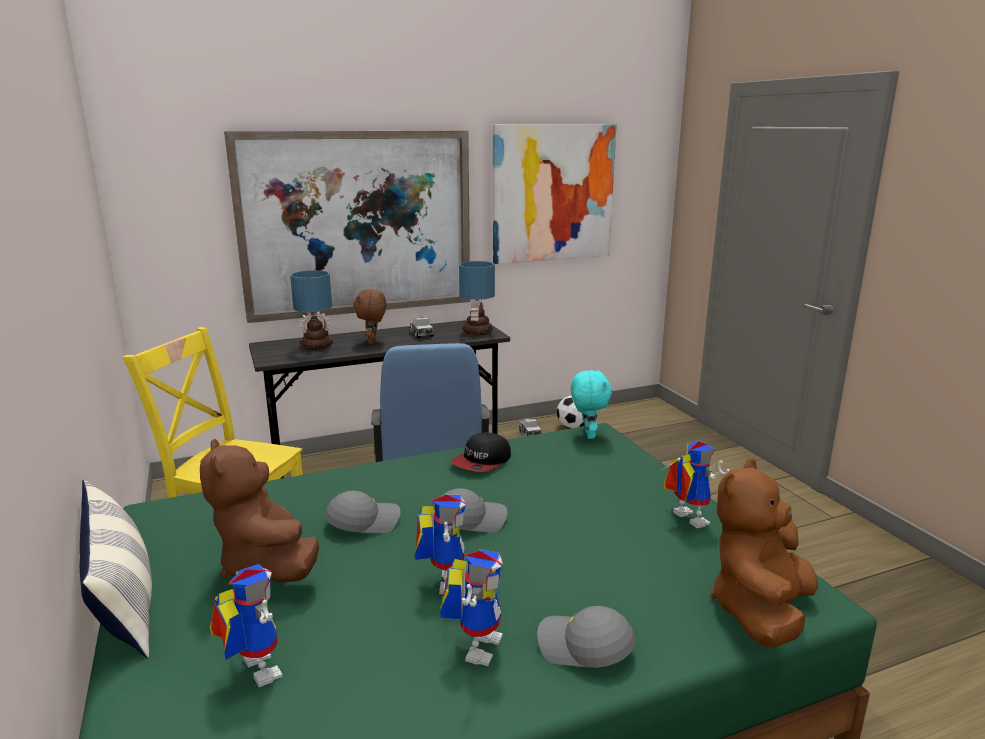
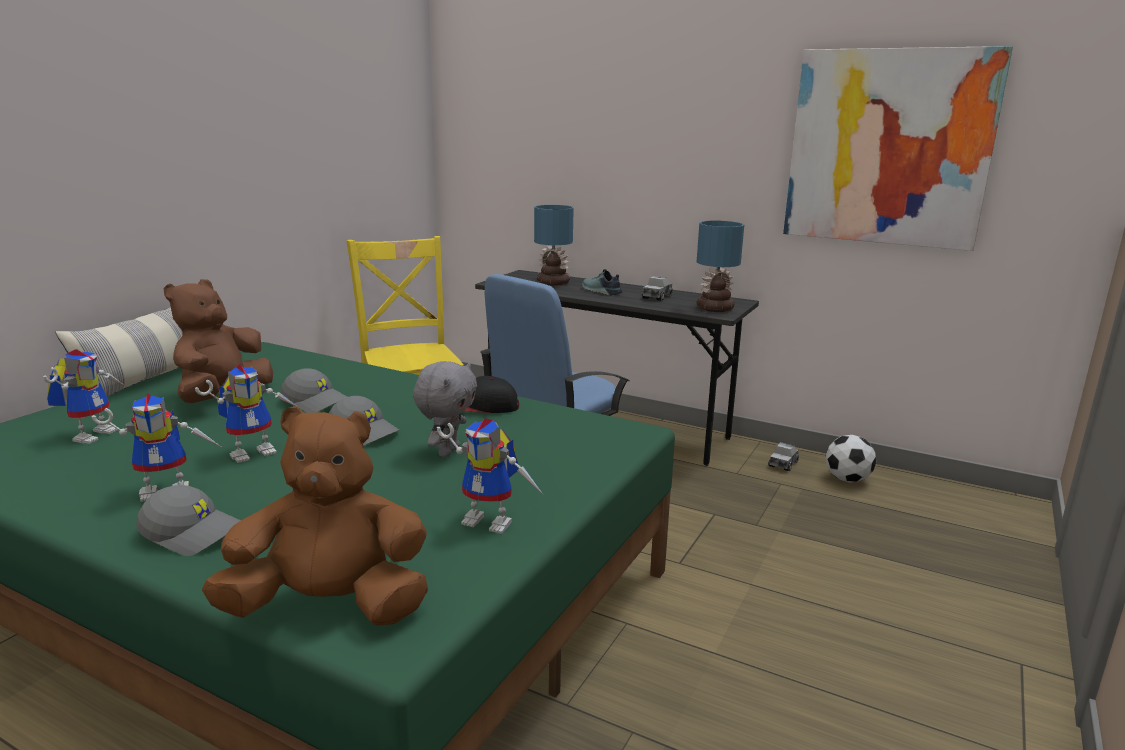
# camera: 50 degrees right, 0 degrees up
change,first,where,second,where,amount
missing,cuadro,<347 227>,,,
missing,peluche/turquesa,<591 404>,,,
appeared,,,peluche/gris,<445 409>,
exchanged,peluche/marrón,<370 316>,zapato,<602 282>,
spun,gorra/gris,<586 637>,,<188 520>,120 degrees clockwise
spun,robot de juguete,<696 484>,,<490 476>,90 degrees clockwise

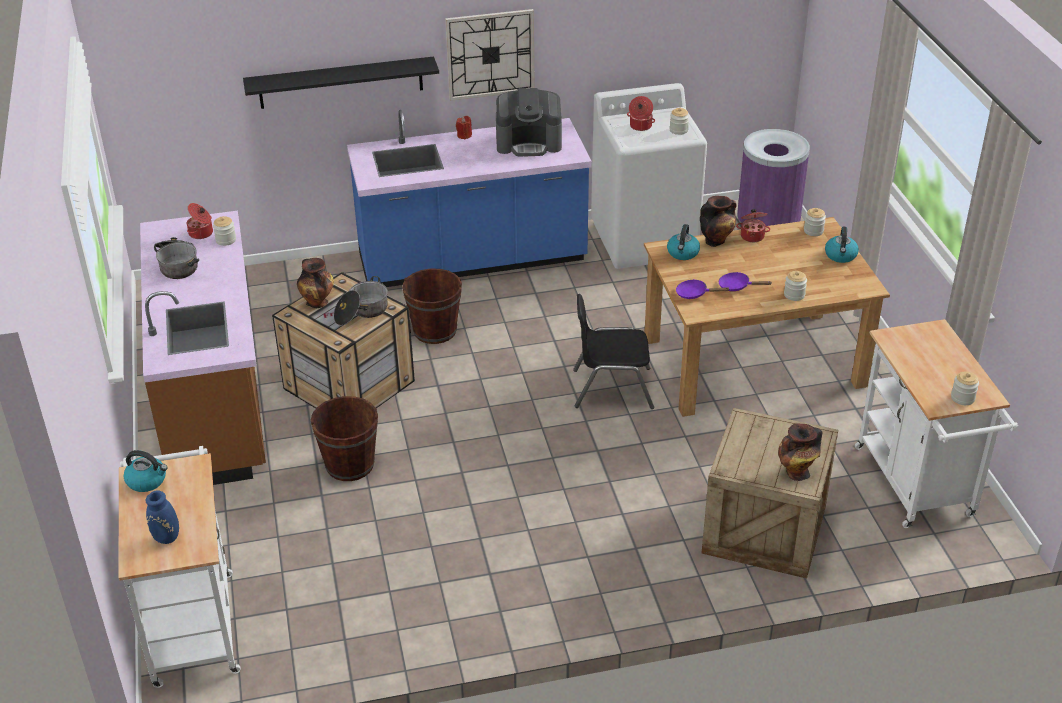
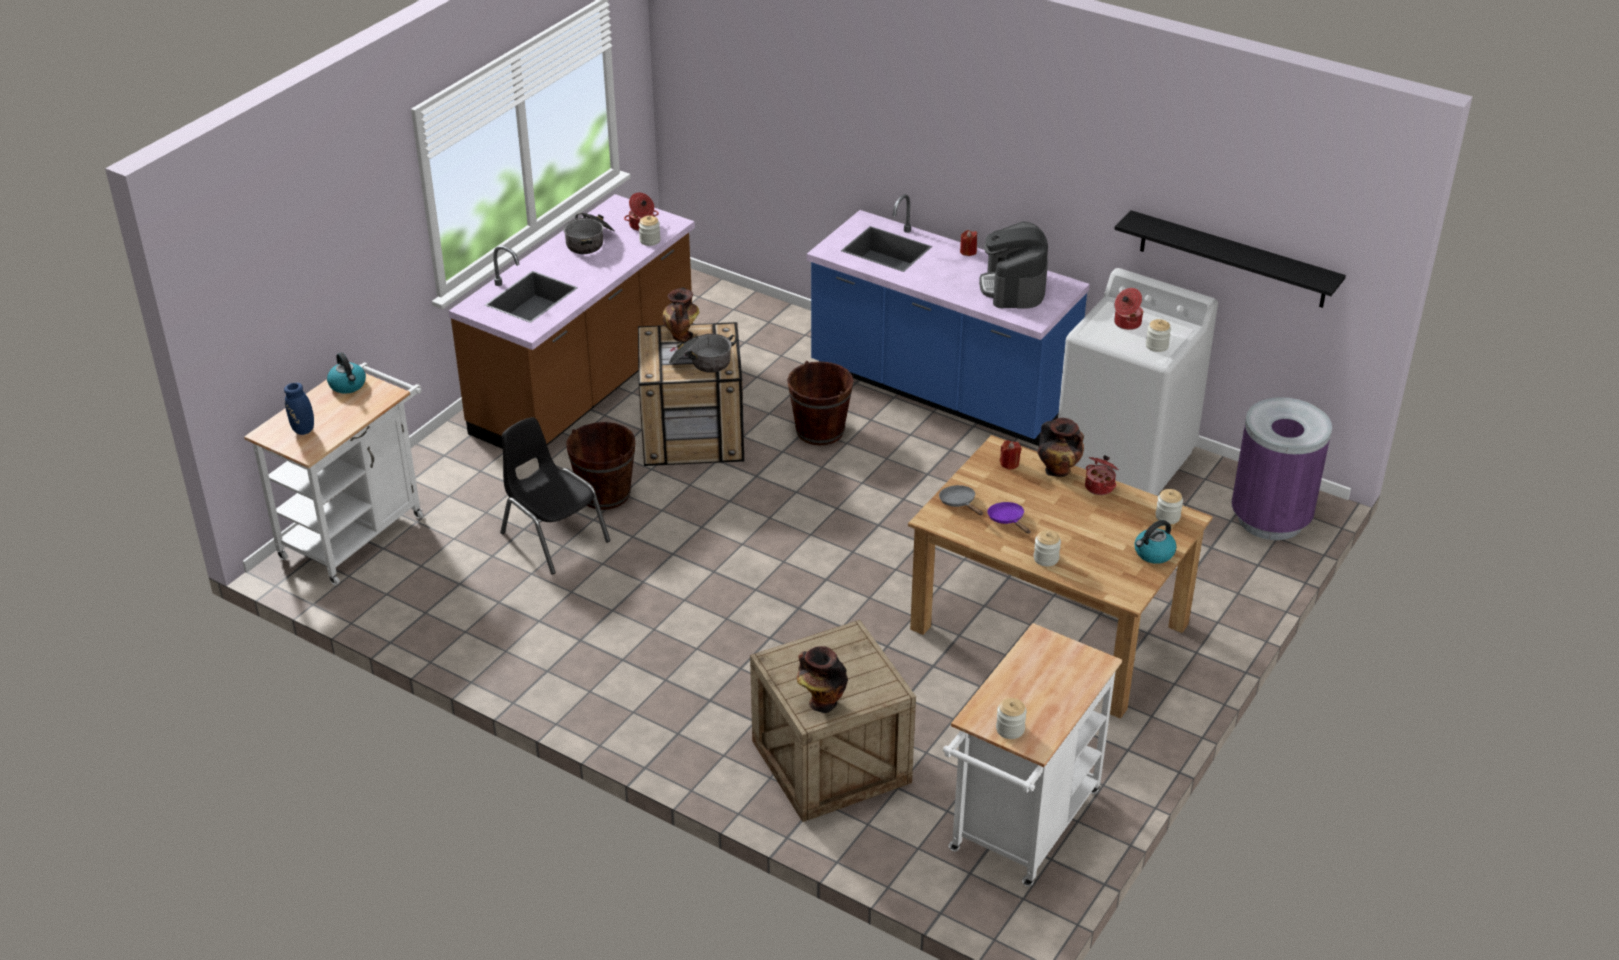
# camera: 45 degrees right, 0 degrees up
change,first,where,second,where,amount
missing,reloj de pared,<490 55>,,,
relocated,estante/negro,<341 82>,,<1230 259>,
relocated,silla/negro,<613 351>,,<555 496>,
exchanged,hervidor,<683 242>,vela/rojo,<1010 455>,
colour,sartén/morado,<703 289>,sartén/gris,<961 500>,
spun,cafetera,<529 122>,,<1013 265>,45 degrees clockwise

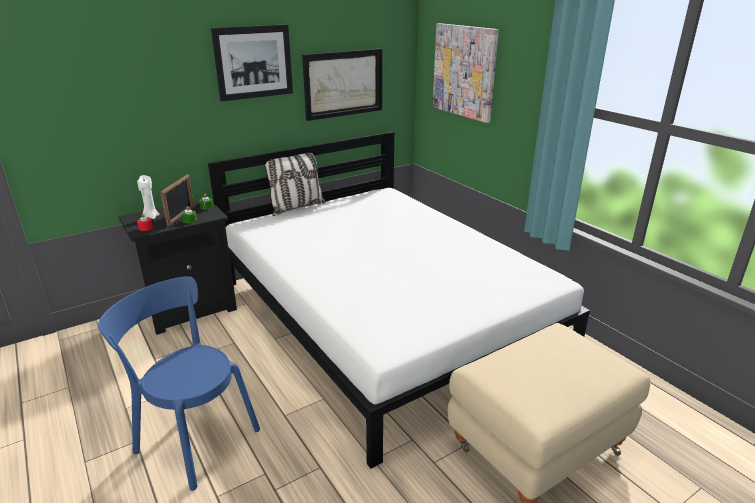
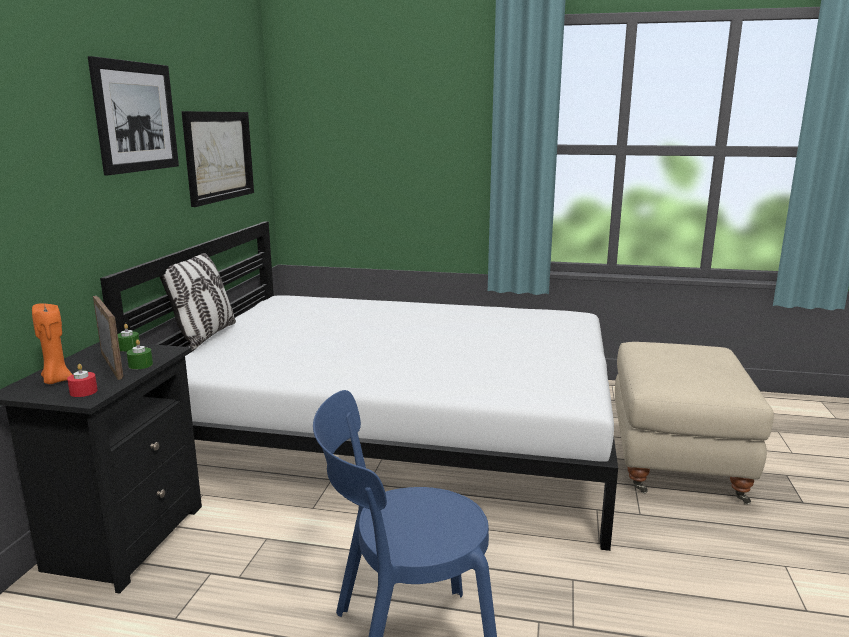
# camera: 45 degrees left, 10 degrees down
change,first,where,second,where,amount
missing,cuadro,<466 73>,,,
colour,vela/blanco,<148 197>,vela/naranja,<52 343>,

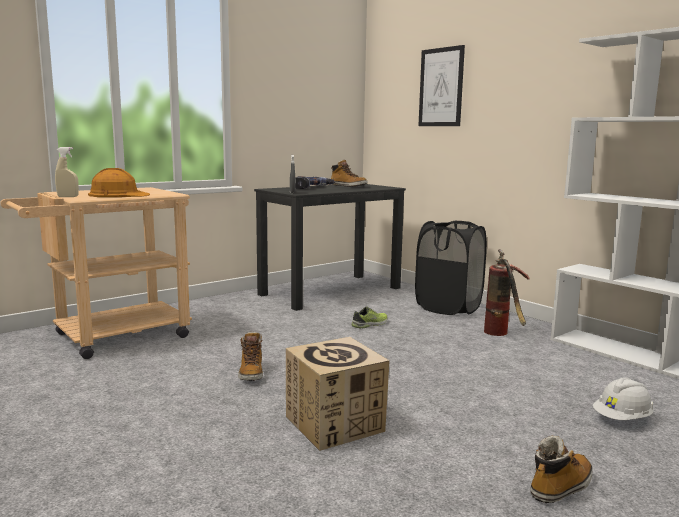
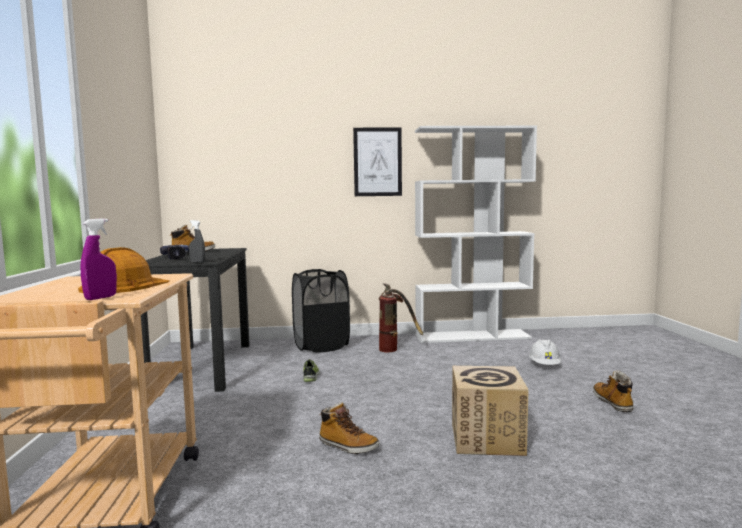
# camera: 55 degrees left, 5 degrees down
change,first,where,second,where,amount
relocated,cuadro,<441 85>,,<377 162>,
colour,pulverizador/beis,<67 172>,pulverizador/morado,<98 259>,

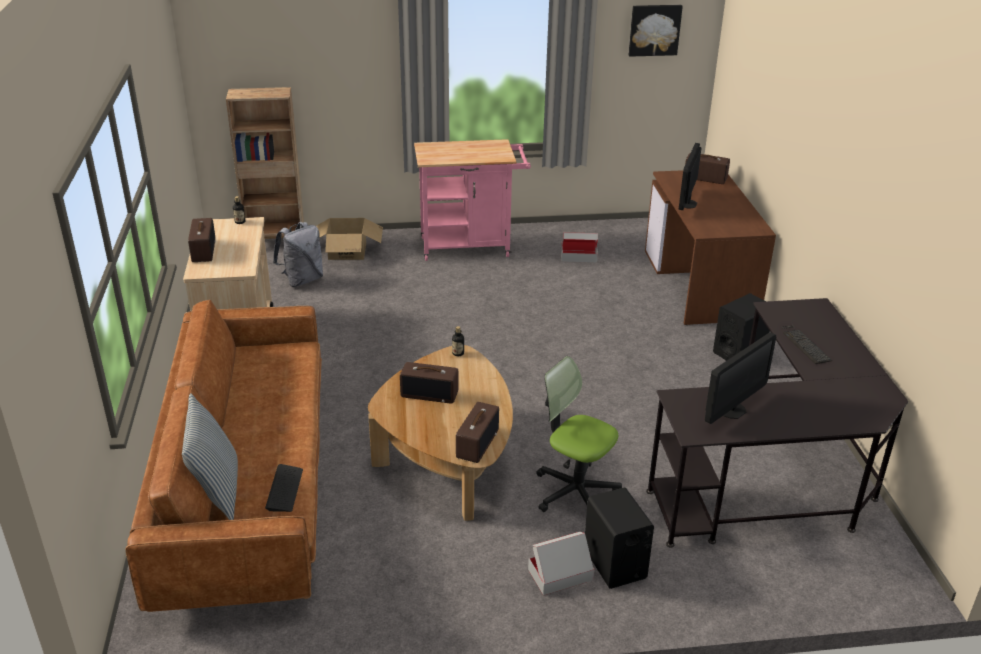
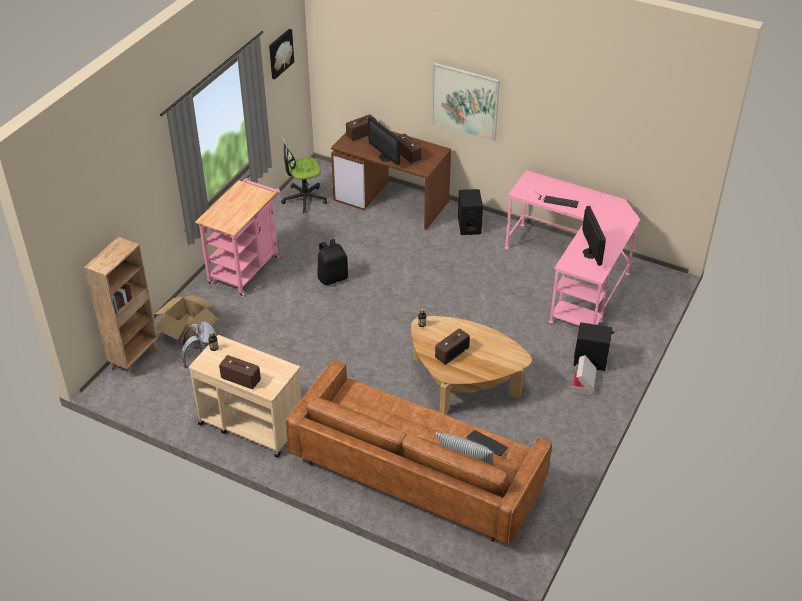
# camera: 55 degrees left, 10 degrees up
change,first,where,second,where,amount
missing,caja de cartón,<579 247>,,,
appeared,,,mochila/negro,<332 262>,
appeared,,,cuadro,<465 102>,
relocated,radio,<477 432>,,<409 148>,
relocated,silla de oficina,<579 434>,,<304 174>,
colour,escritorio/negro,<777 423>,escritorio/rosa,<572 248>,

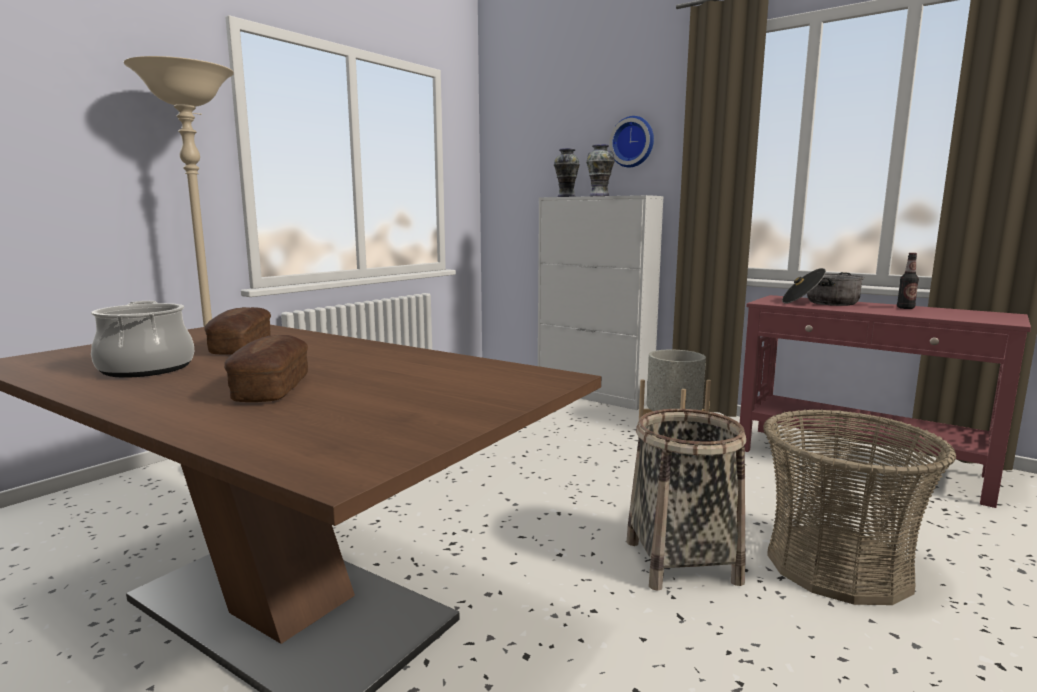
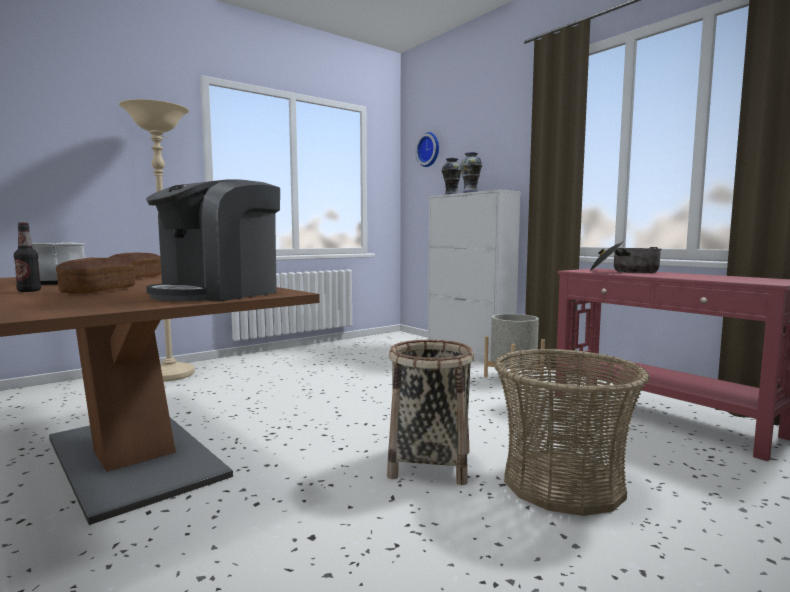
# camera: 15 degrees right, 5 degrees down
change,first,where,second,where,amount
appeared,,,cafetera,<213 240>,
relocated,reloj de pared,<631 141>,,<427 149>,
relocated,botella,<908 281>,,<27 257>,

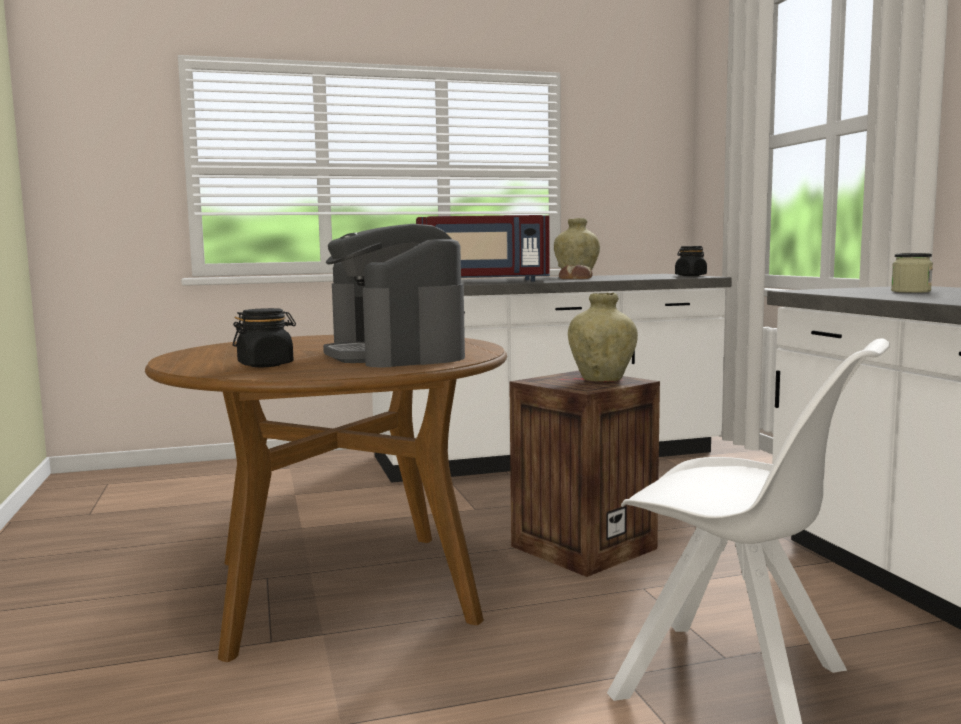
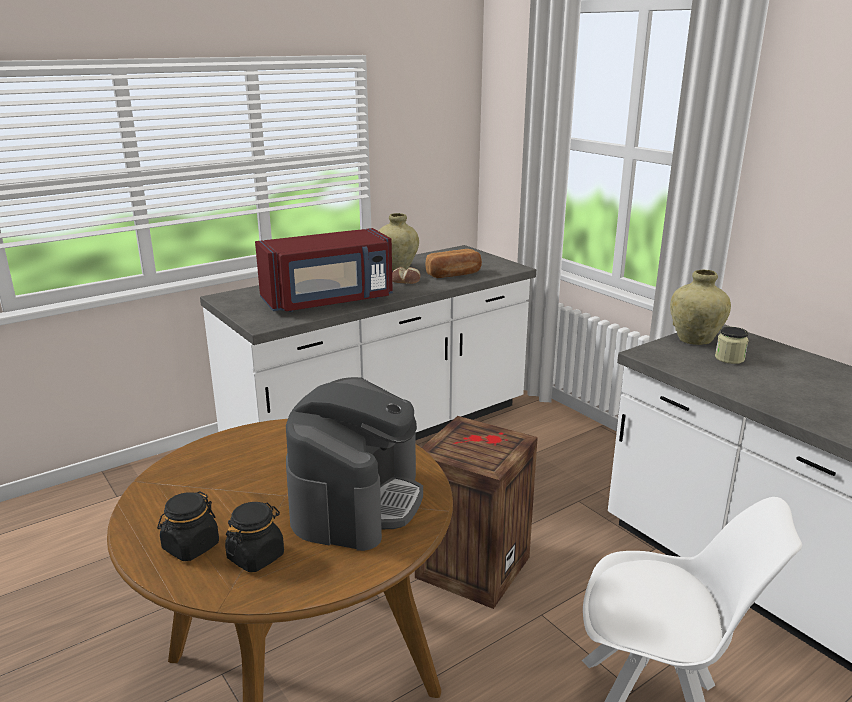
# camera: 20 degrees left, 15 degrees up
change,first,where,second,where,amount
appeared,,,pan,<454 263>,
relocated,florero/beis,<603 337>,,<700 307>,
relocated,tarro/negro,<691 261>,,<188 526>,
spun,cafetera,<394 295>,,<354 464>,120 degrees counterclockwise

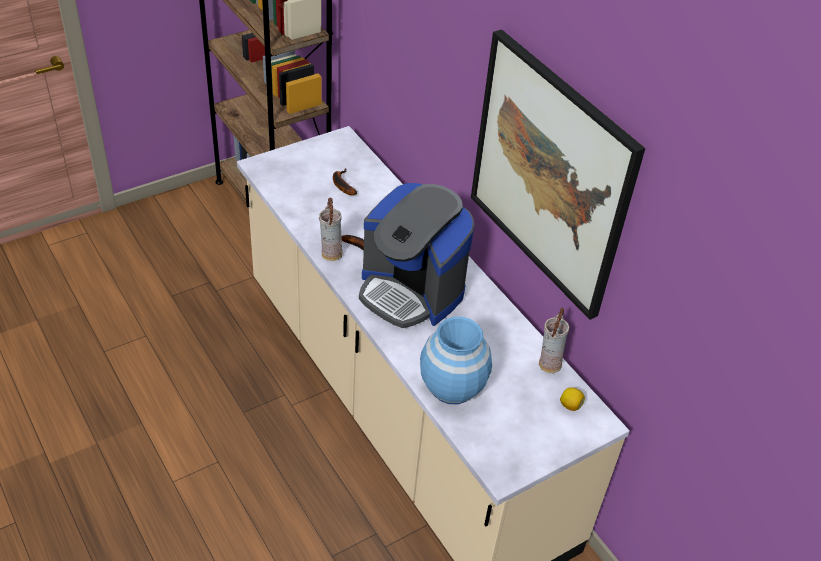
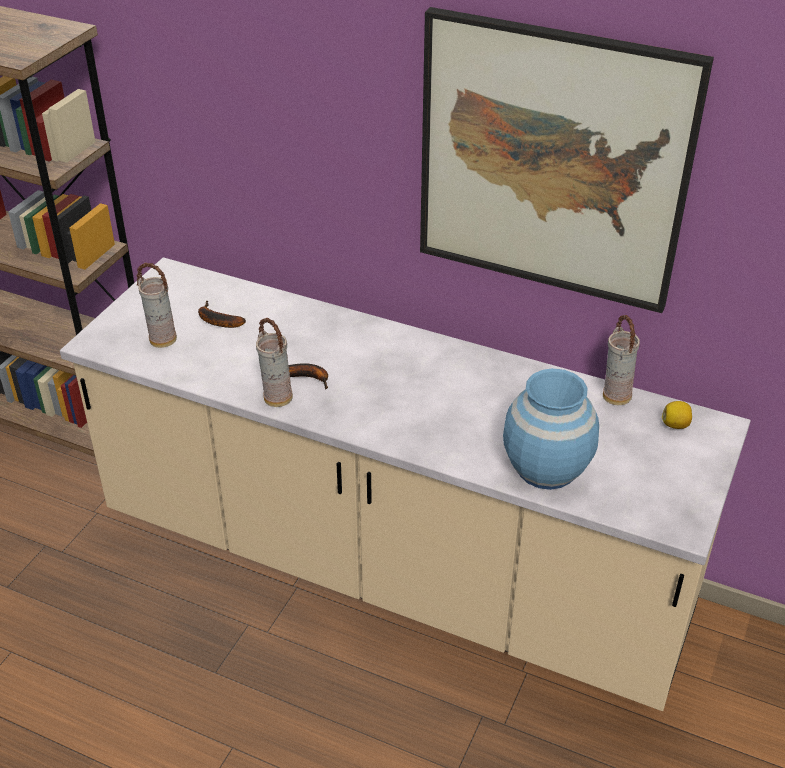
# camera: 30 degrees left, 5 degrees down
change,first,where,second,where,amount
missing,cafetera,<417 255>,,,
appeared,,,florero,<156 305>,

